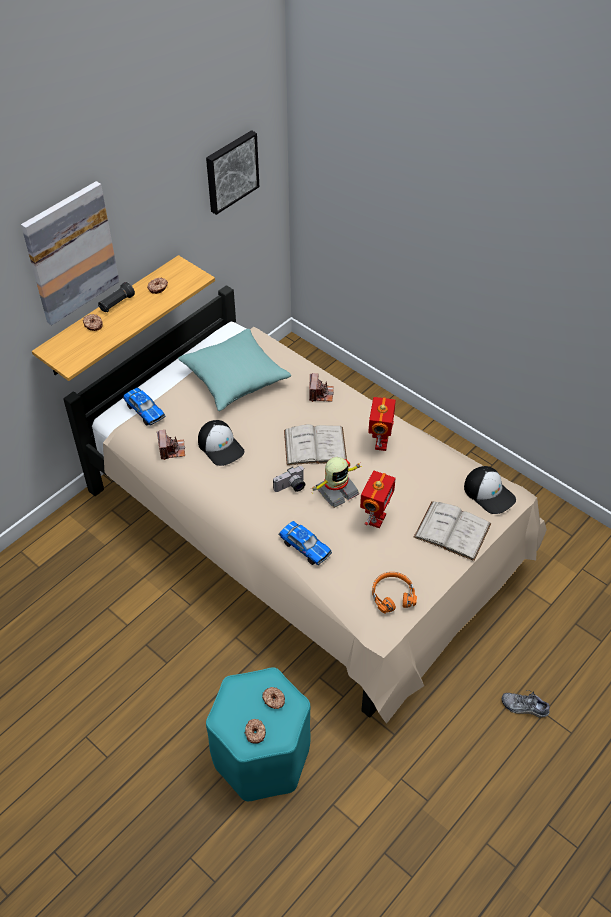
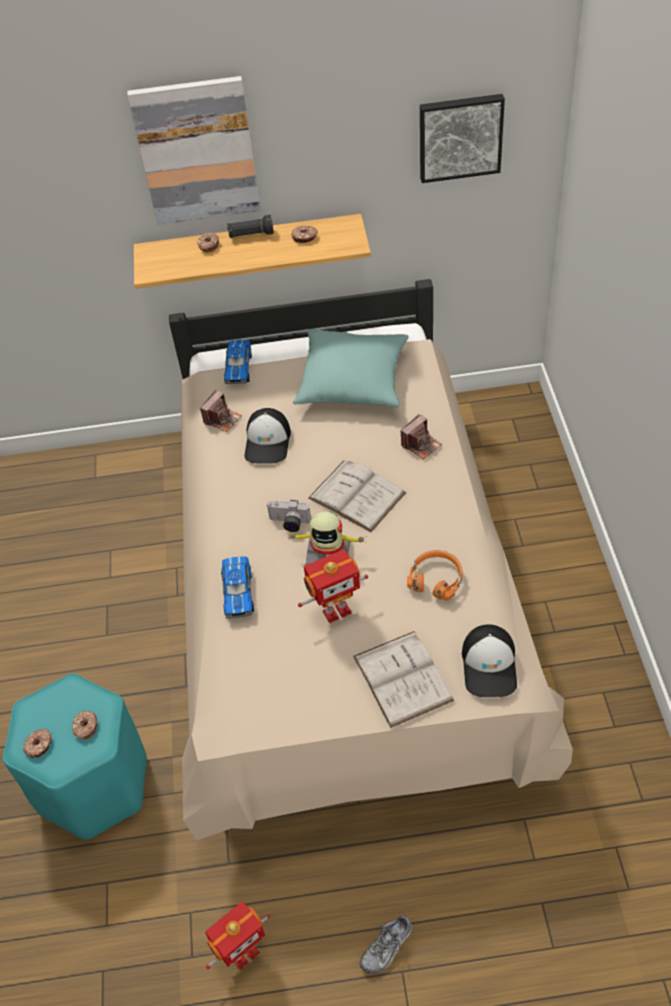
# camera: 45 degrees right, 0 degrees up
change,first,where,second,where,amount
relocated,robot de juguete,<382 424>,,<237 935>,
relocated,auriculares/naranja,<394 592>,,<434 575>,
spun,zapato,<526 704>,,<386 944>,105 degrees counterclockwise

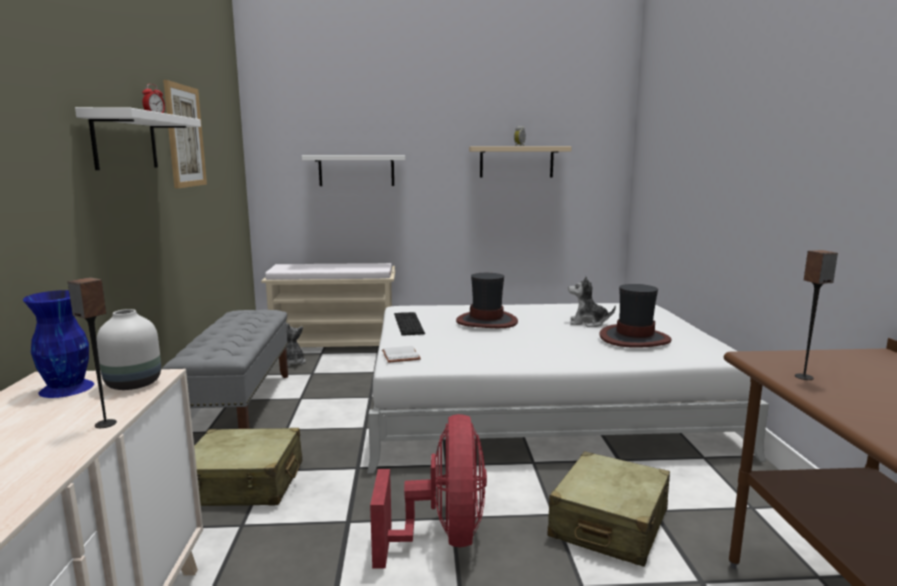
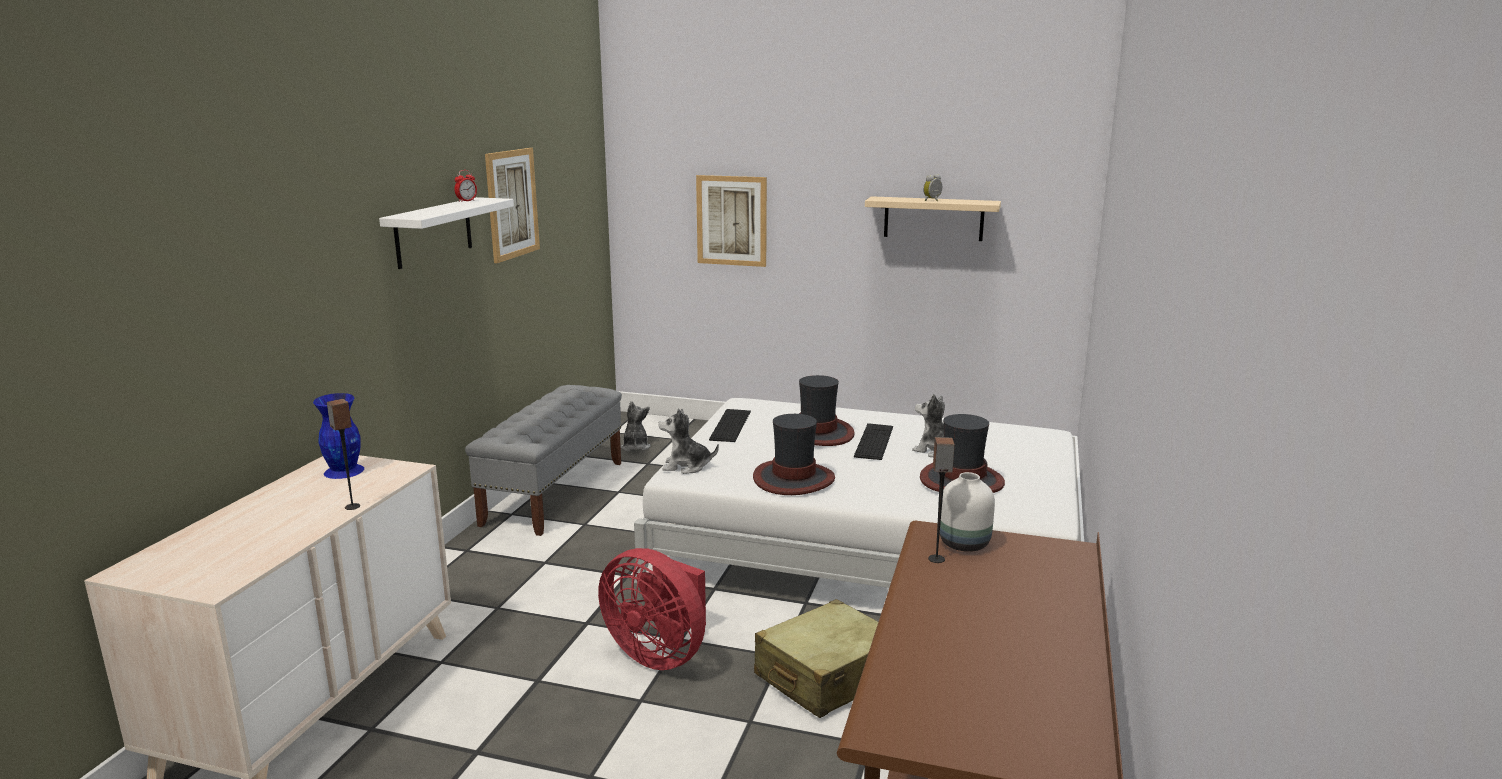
# camera: 20 degrees right, 5 degrees up
change,first,where,second,where,amount
missing,maleta/beis,<248 467>,,,
missing,banco/beis,<328 305>,,,
appeared,,,sombrero,<794 454>,
appeared,,,teclado,<873 441>,
relocated,florero/blanco,<129 349>,,<967 512>,
exchanged,estante/blanco,<353 170>,cuadro,<731 221>,
exchanged,libro/blanco,<401 354>,peluche,<689 441>,
spun,ventilador/rojo,<428 491>,,<652 609>,105 degrees clockwise

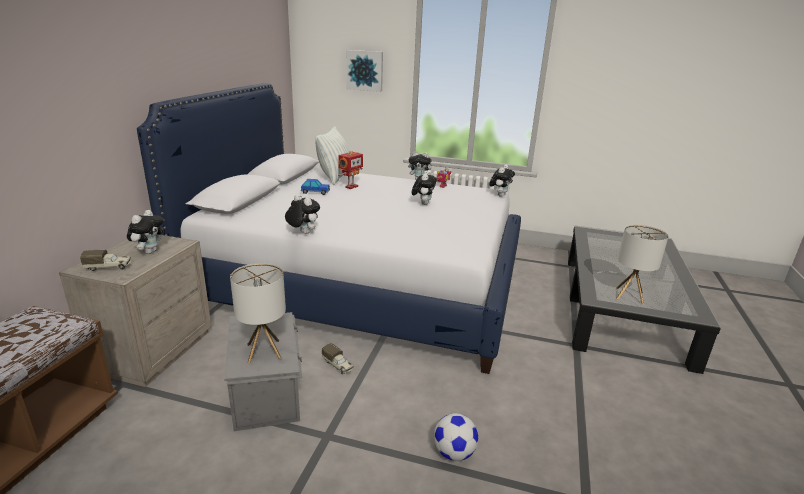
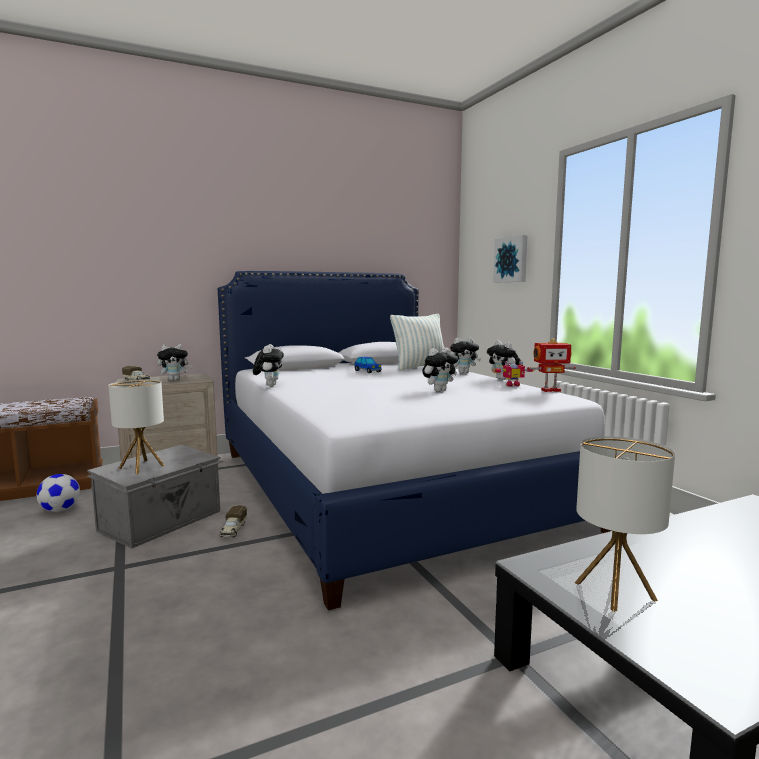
# camera: 50 degrees right, 15 degrees down
change,first,where,second,where,amount
relocated,robot de juguete,<350 170>,,<551 365>,
relocated,balón de fútbol,<456 437>,,<58 493>,
relocated,peluche,<502 181>,,<465 356>,

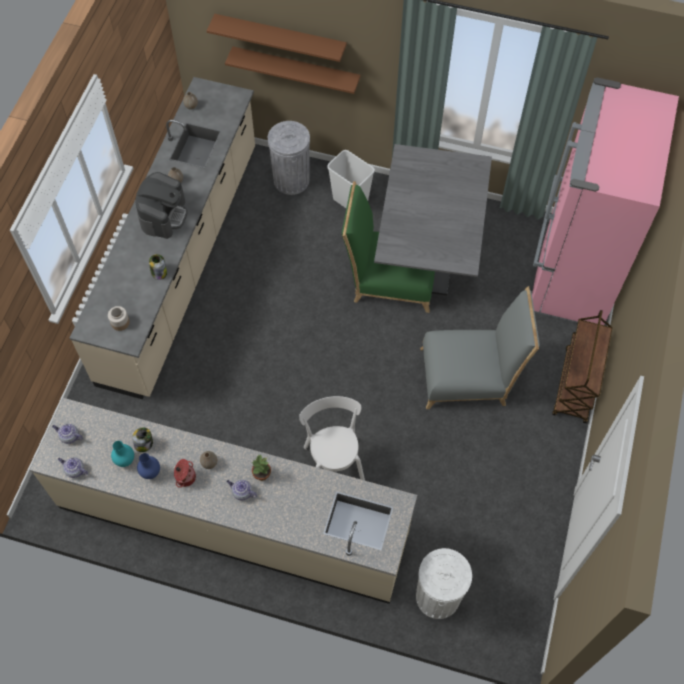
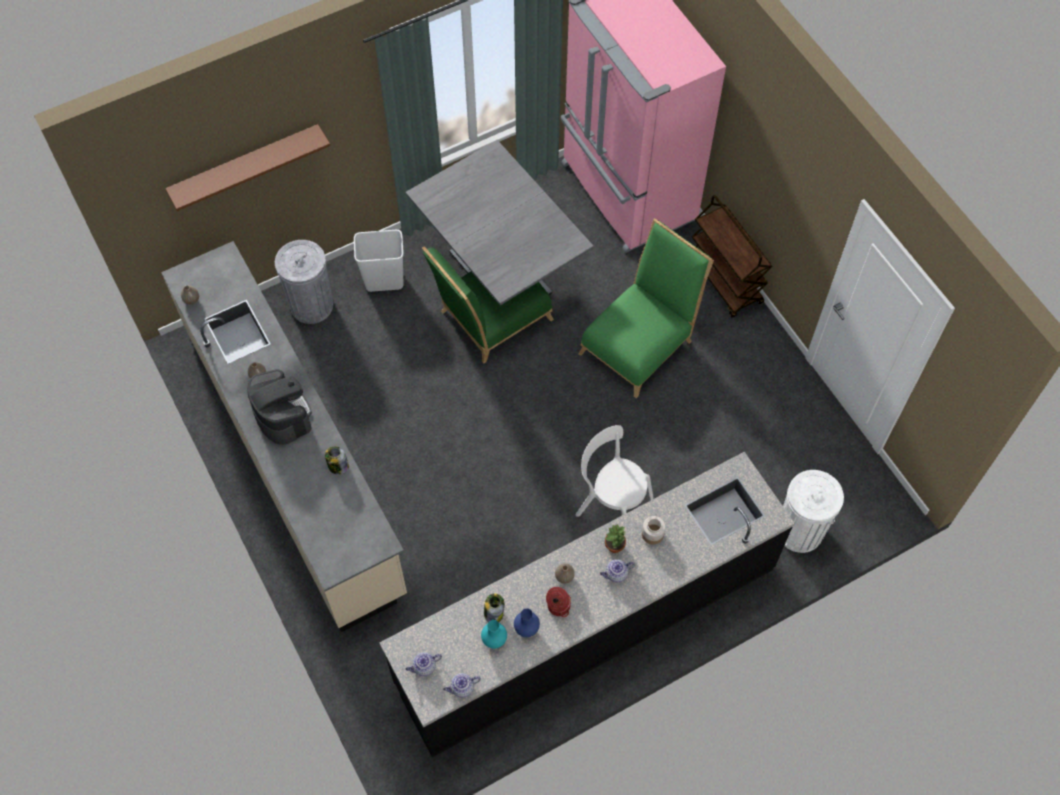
# camera: 45 degrees left, 0 degrees up
change,first,where,second,where,amount
missing,estante/marrón,<293 70>,,,
relocated,tarro,<119 318>,,<654 530>,
colour,mueble bajo de cocina/beis,<223 501>,mueble bajo de cocina/negro,<587 605>,
colour,silla/gris,<480 347>,silla/verde,<646 308>,

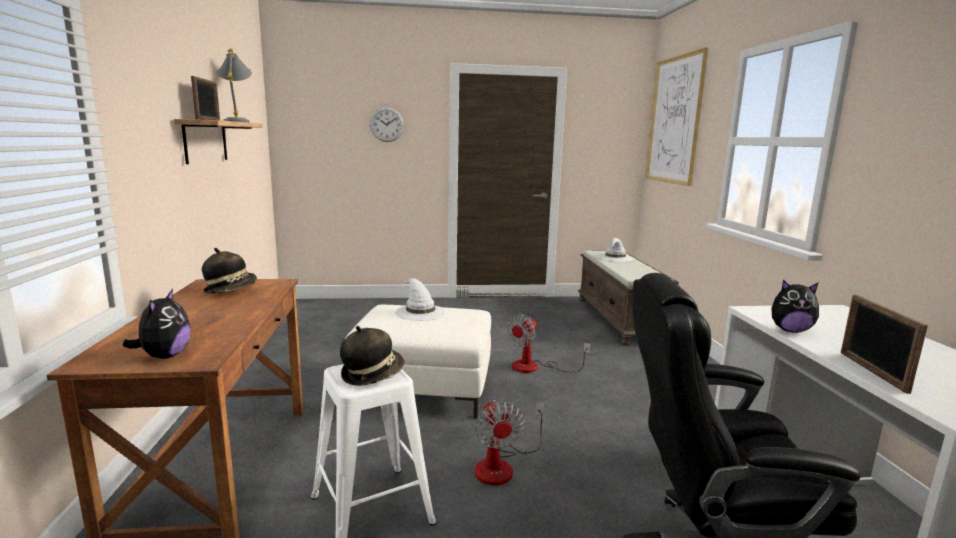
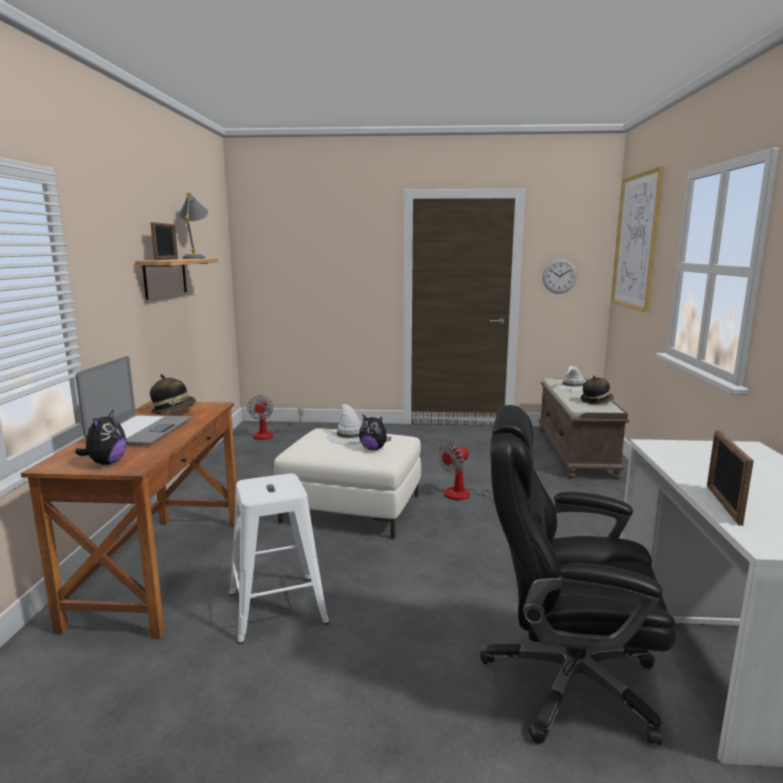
# camera: 10 degrees right, 0 degrees up
change,first,where,second,where,amount
appeared,,,portátil,<133 401>,
relocated,sombrero,<372 356>,,<597 390>,
relocated,reloj de pared,<387 124>,,<560 276>,
relocated,ventilador,<509 443>,,<275 417>,
relocated,peluche,<795 306>,,<375 432>,

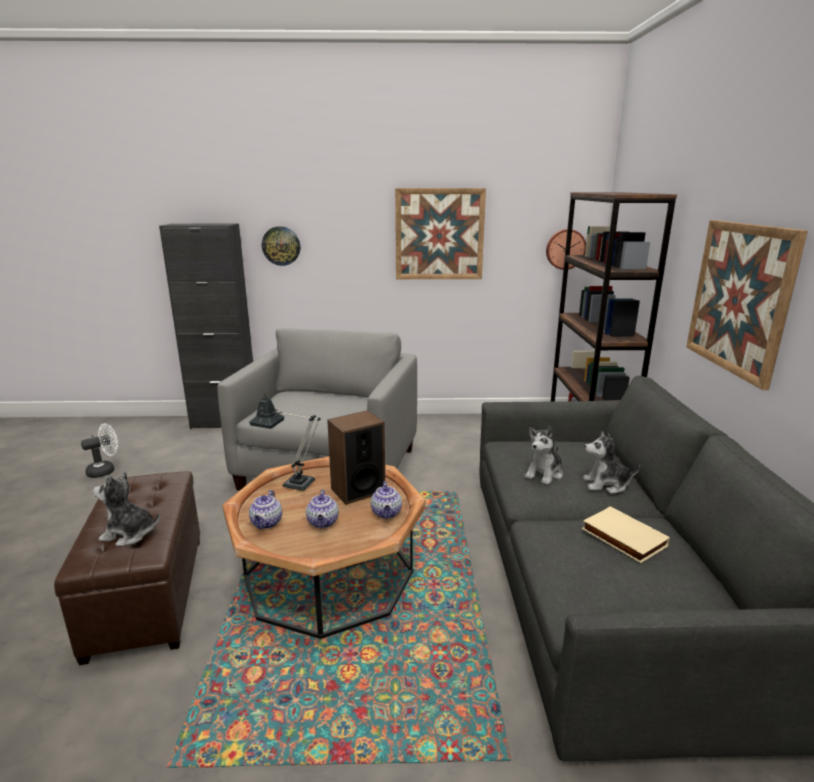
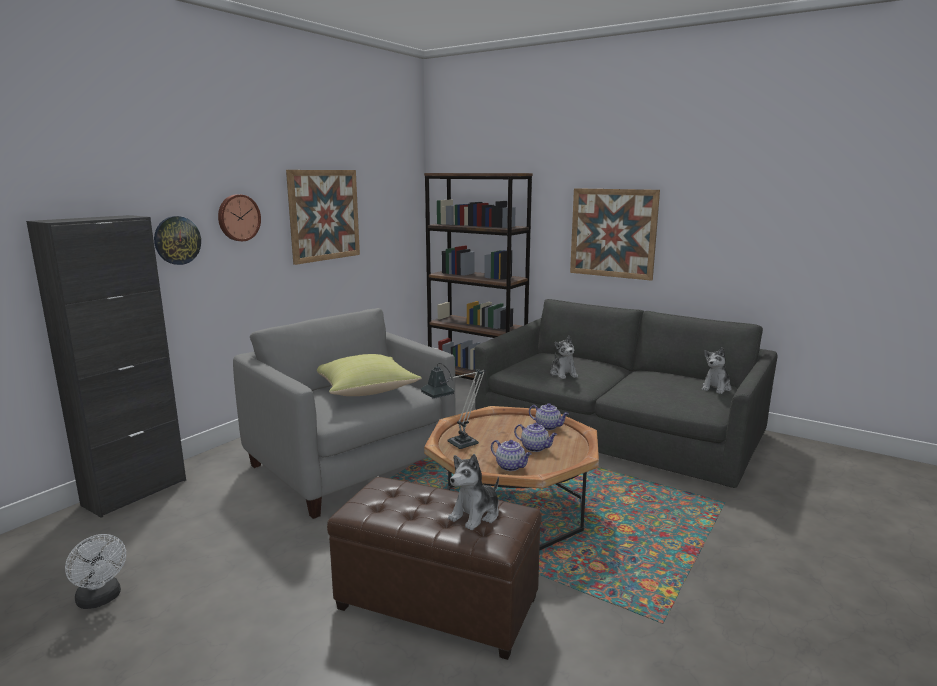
# camera: 55 degrees left, 5 degrees down
change,first,where,second,where,amount
missing,altavoz,<356 457>,,,
missing,libro/beis,<626 535>,,,
appeared,,,cojín/amarillo,<369 375>,
relocated,reloj de pared,<566 249>,,<239 217>,
relocated,peluche,<611 462>,,<717 370>,
spun,ventilador/blanco,<99 450>,,<95 571>,135 degrees clockwise

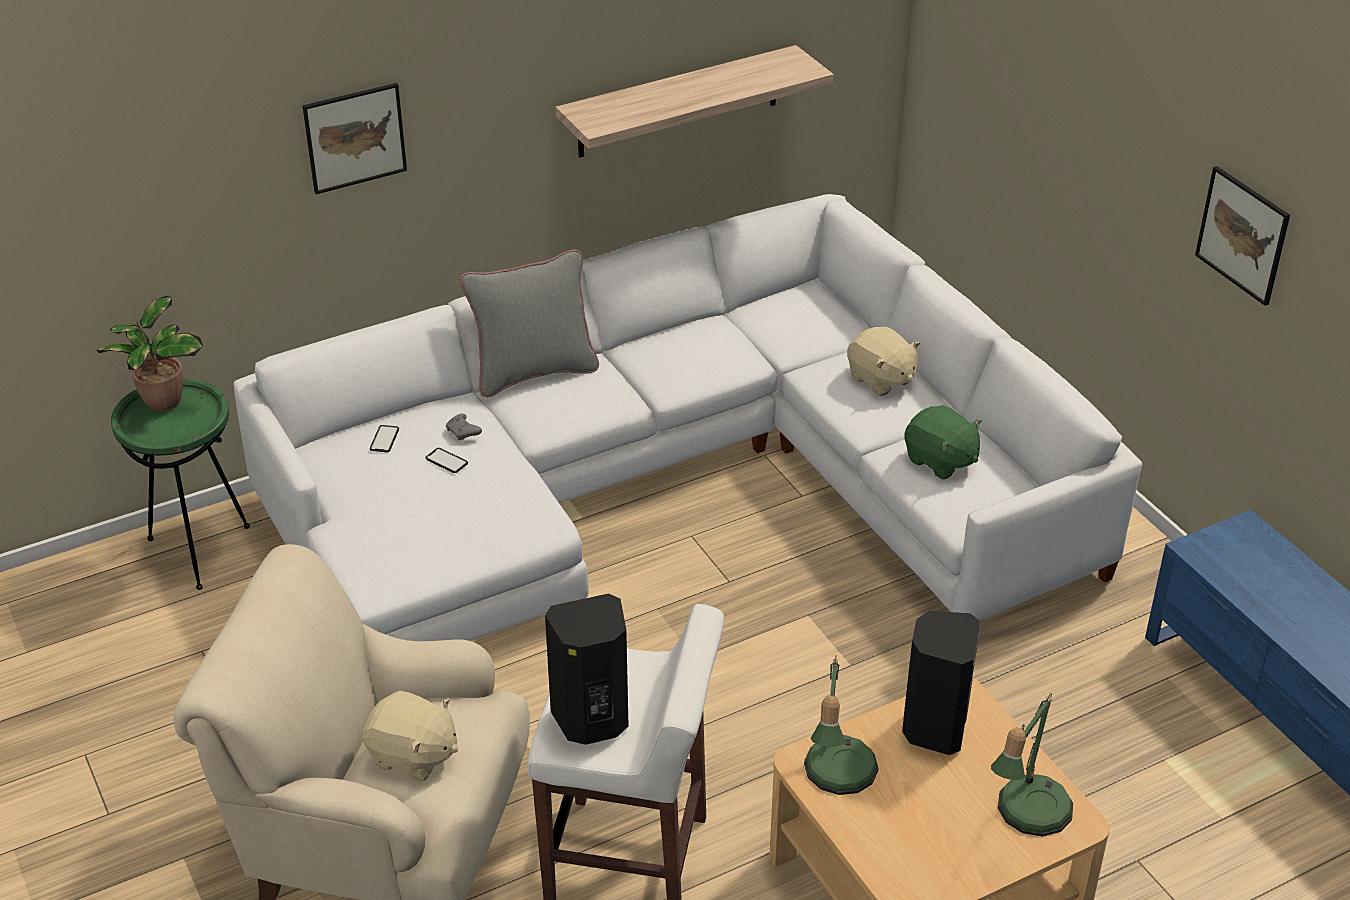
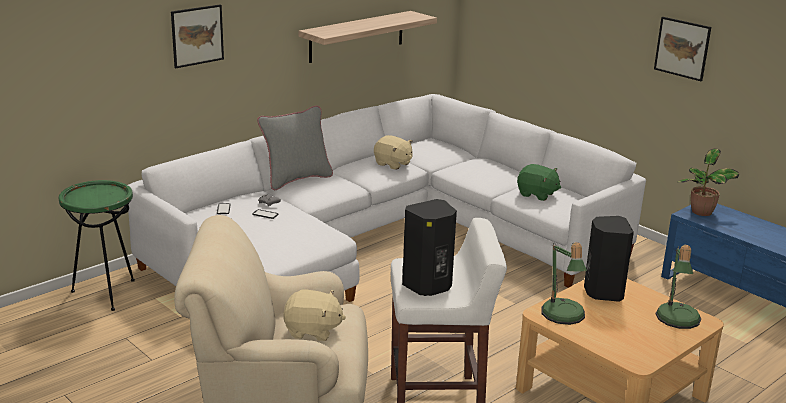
# camera: 15 degrees left, 15 degrees down
change,first,where,second,where,amount
relocated,planta en maceta,<149 353>,,<708 182>,
relocated,peluche/beis,<883 361>,,<393 152>,

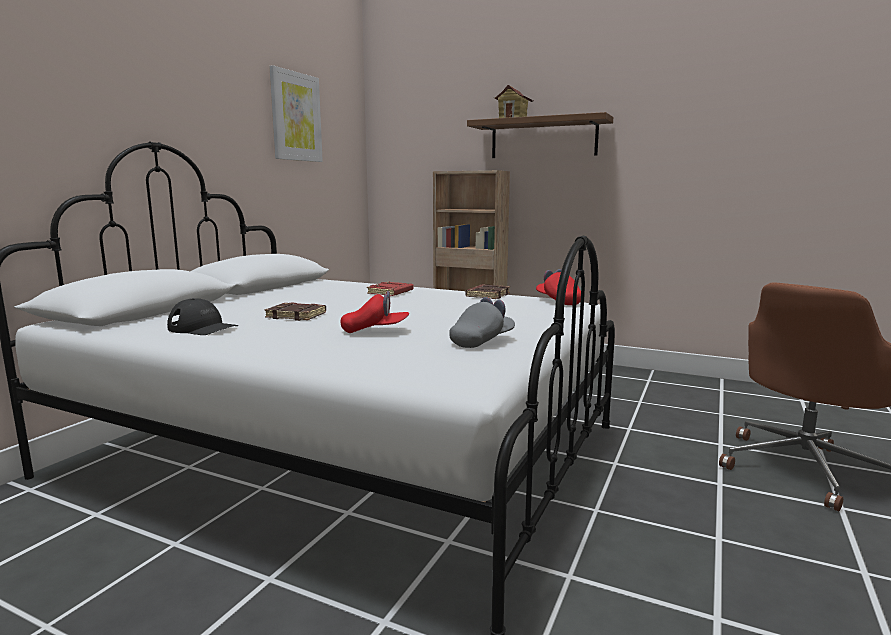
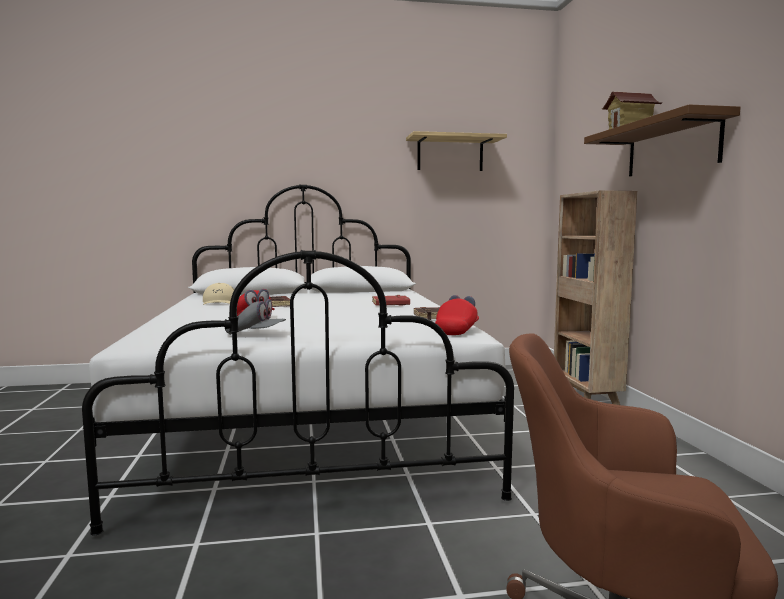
# camera: 55 degrees right, 5 degrees down
change,first,where,second,where,amount
exchanged,cuadro,<296 113>,estante,<456 151>,
colour,gorra/negro,<202 316>,gorra/beis,<218 294>,

